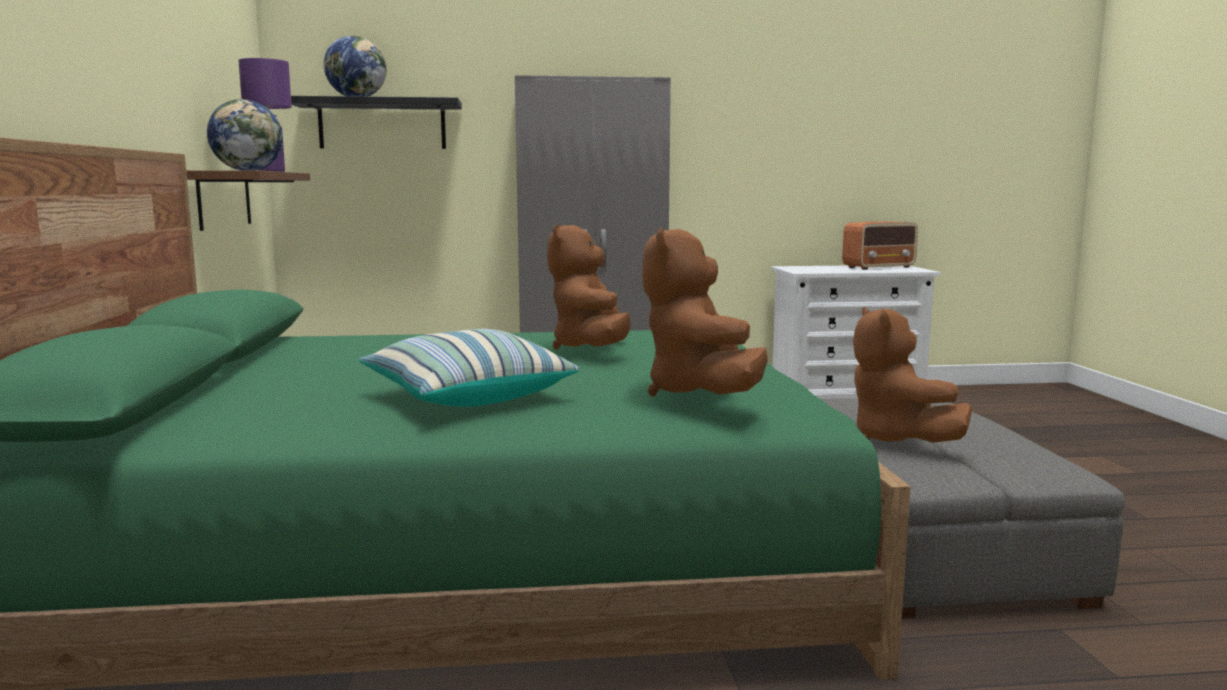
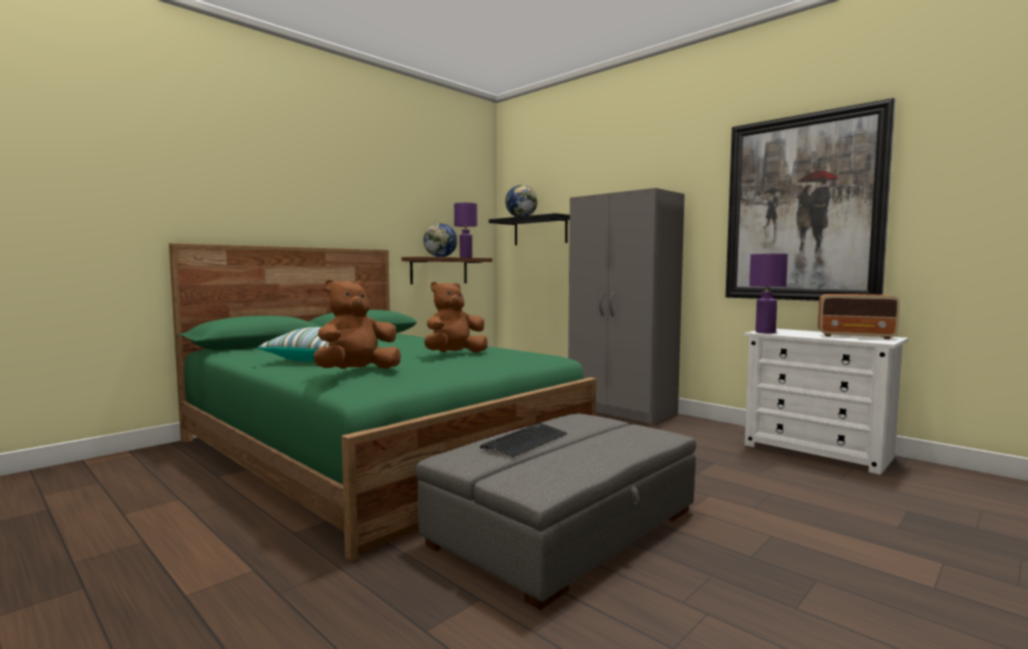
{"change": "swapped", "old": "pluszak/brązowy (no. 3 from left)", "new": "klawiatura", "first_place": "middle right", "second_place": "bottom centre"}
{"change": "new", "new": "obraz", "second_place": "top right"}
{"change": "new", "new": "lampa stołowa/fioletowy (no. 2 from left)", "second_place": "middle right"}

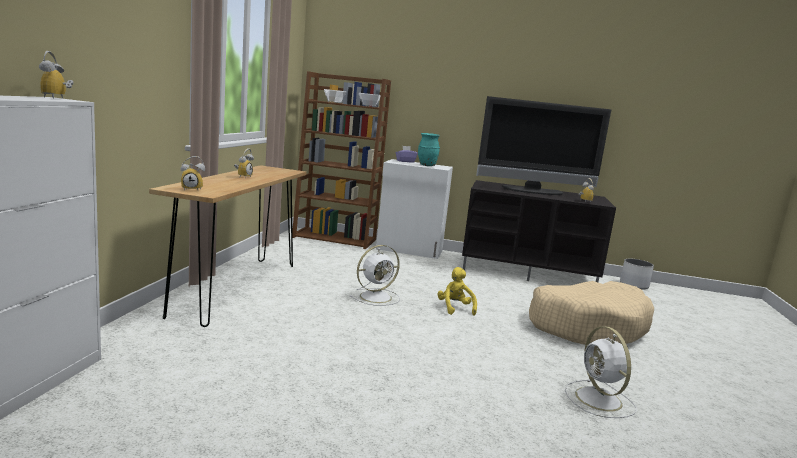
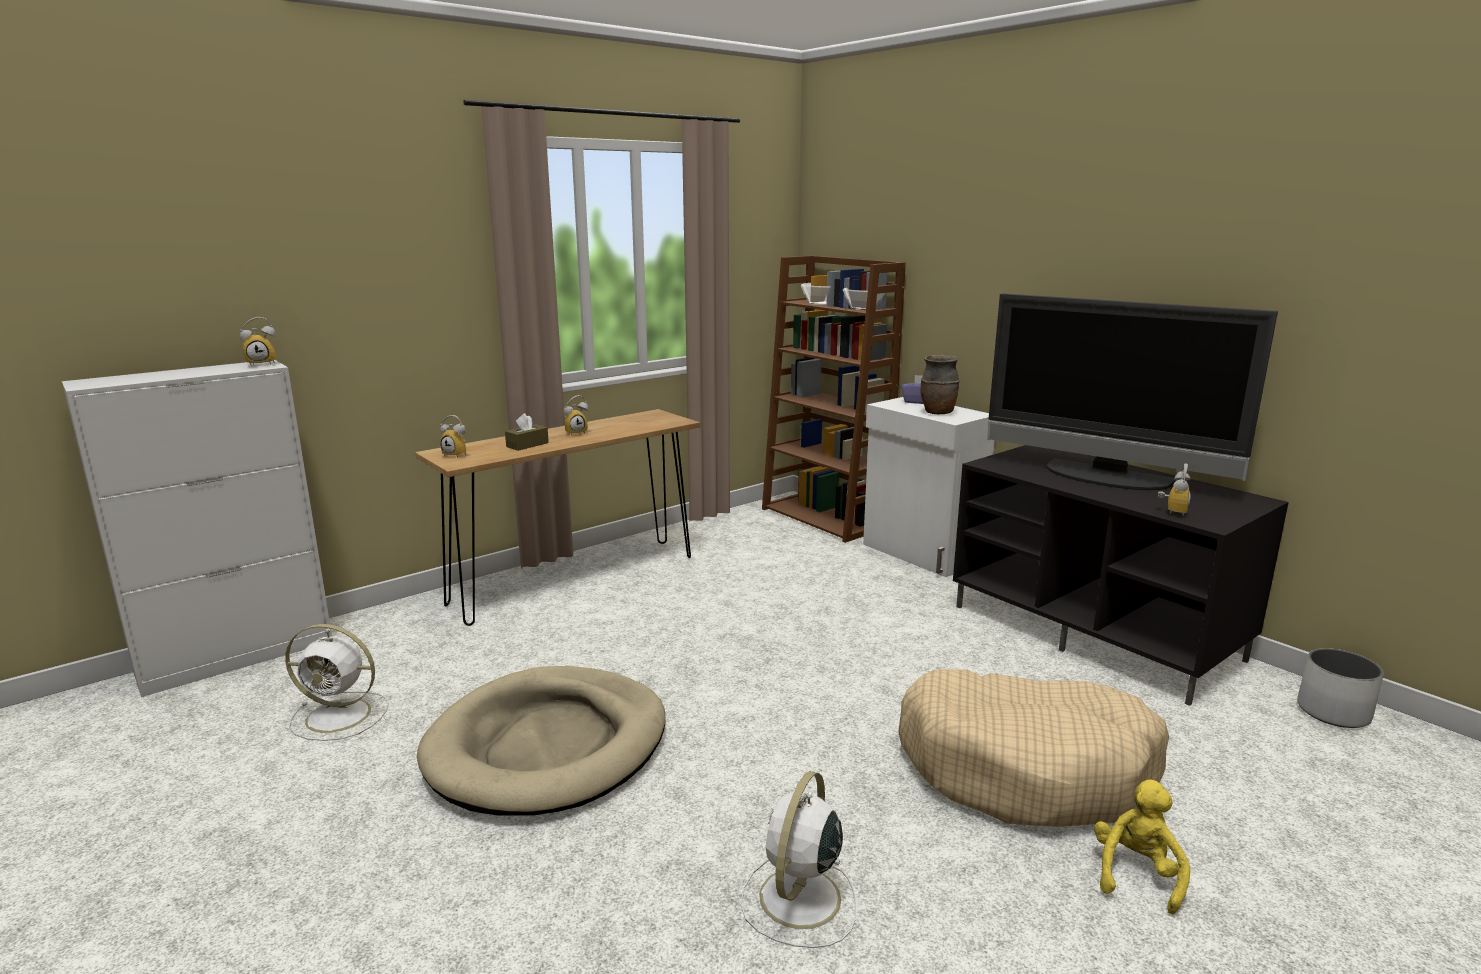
{"change": "rotated", "old": "budzik (no. 1 from left)", "first_place": "top left", "second_place": "middle left", "degrees": -150}
{"change": "repainted", "old": "wazon/turkusowy", "new": "wazon/brązowy", "first_place": "top centre", "second_place": "centre"}
{"change": "shifted", "old": "wentylator/biały (no. 1 from left)", "first_place": "centre", "second_place": "bottom left"}
{"change": "shifted", "old": "pluszak/żółty", "first_place": "centre", "second_place": "bottom right"}
{"change": "new", "new": "pudełko chusteczek/brązowy", "second_place": "centre"}
{"change": "new", "new": "legowisko/beżowy (no. 1 from left)", "second_place": "bottom centre"}

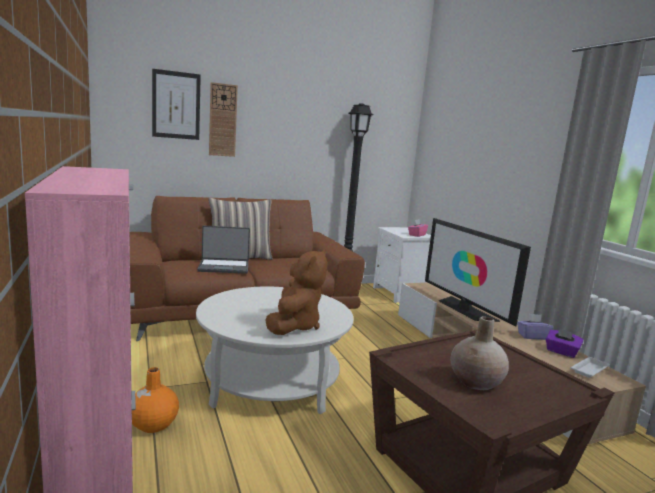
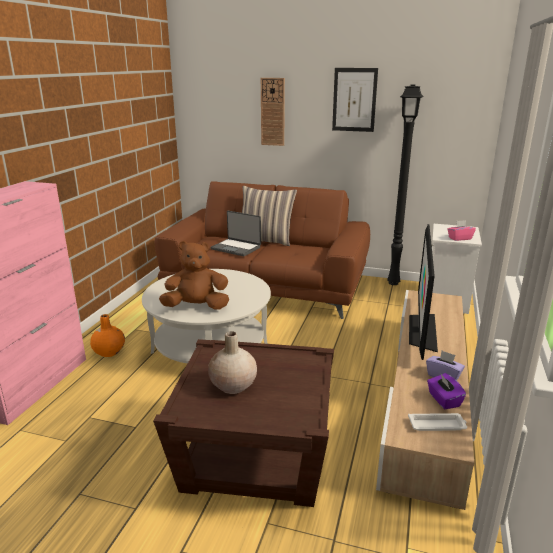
{"change": "shifted", "old": "obraz", "first_place": "top left", "second_place": "top centre"}
{"change": "rotated", "old": "pluszak/brązowy", "first_place": "centre", "second_place": "centre", "degrees": -150}

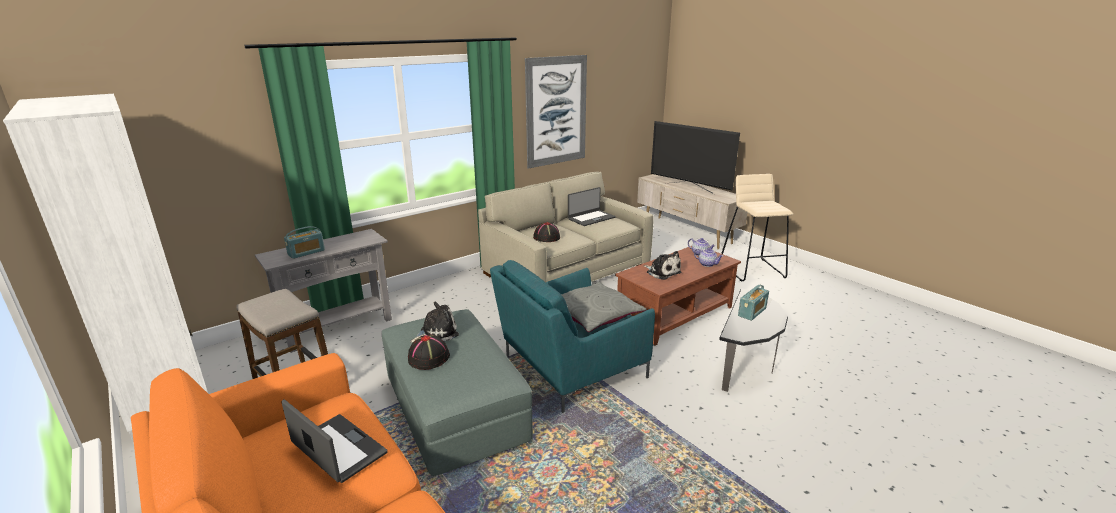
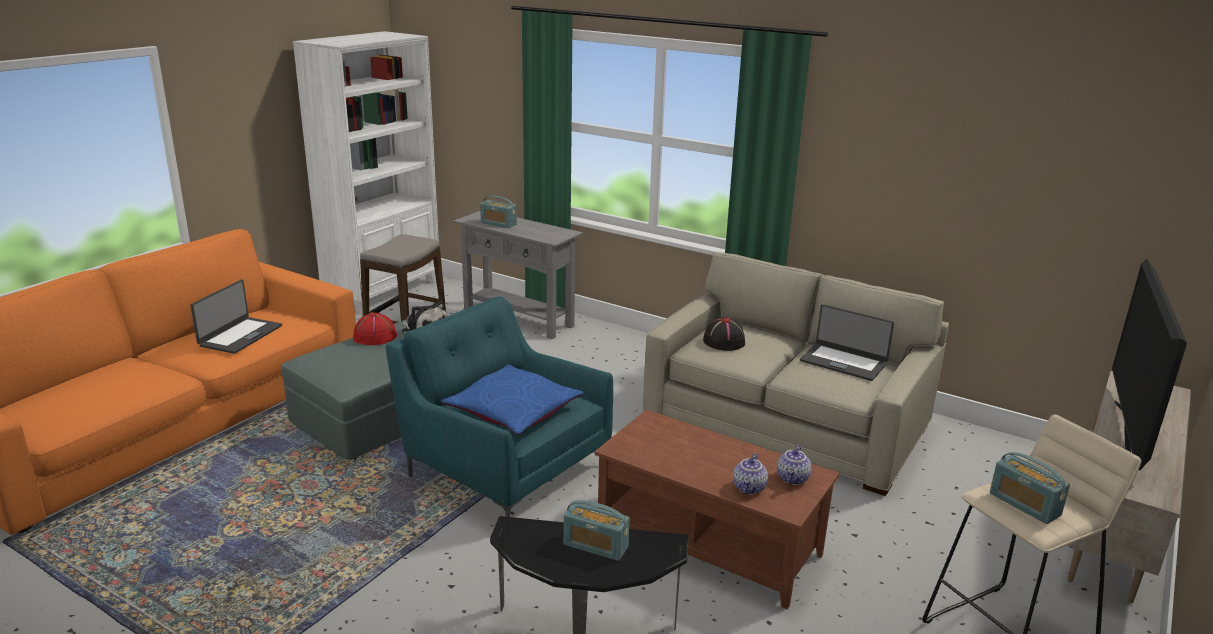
{"change": "gone", "old": "obraz", "first_place": "top centre"}
{"change": "gone", "old": "pluszak (no. 2 from left)", "first_place": "centre"}
{"change": "repainted", "old": "poduszka/szary", "new": "poduszka/niebieski", "first_place": "centre", "second_place": "centre"}
{"change": "repainted", "old": "kapelusz/czarny (no. 1 from left)", "new": "kapelusz/czerwony", "first_place": "bottom centre", "second_place": "middle left"}
{"change": "new", "new": "radio (no. 3 from left)", "second_place": "bottom right"}

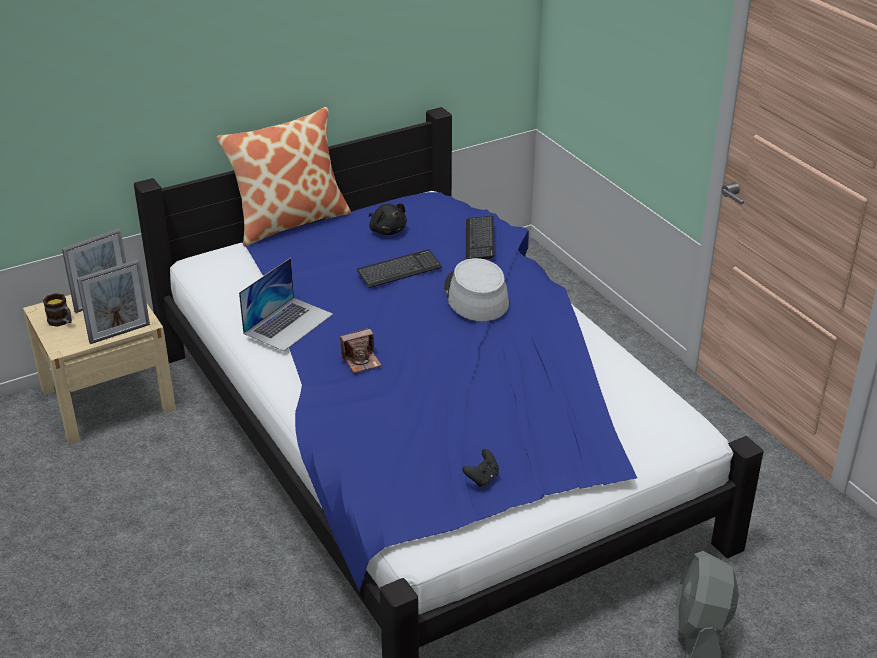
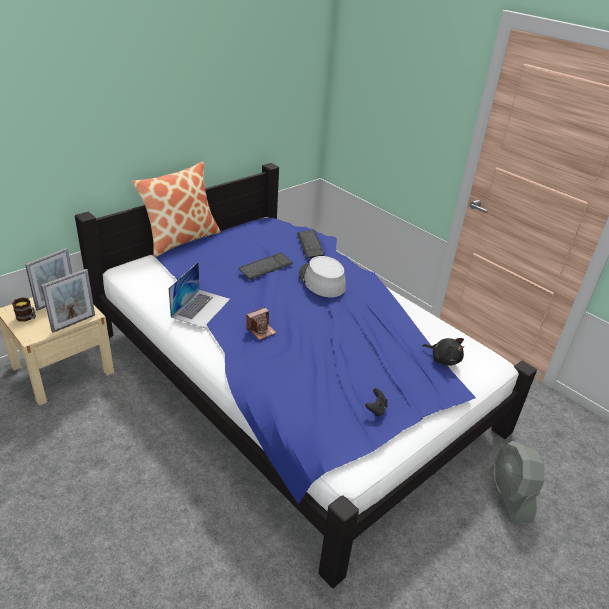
{"change": "shifted", "old": "pluszak/czarny", "first_place": "top centre", "second_place": "middle right"}

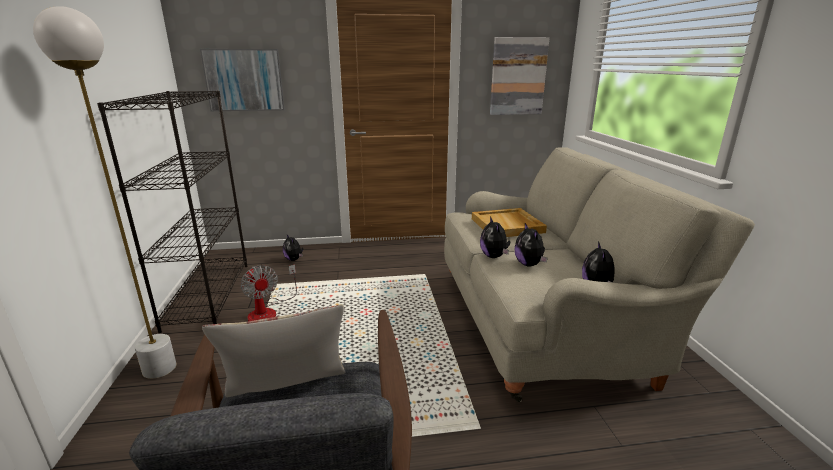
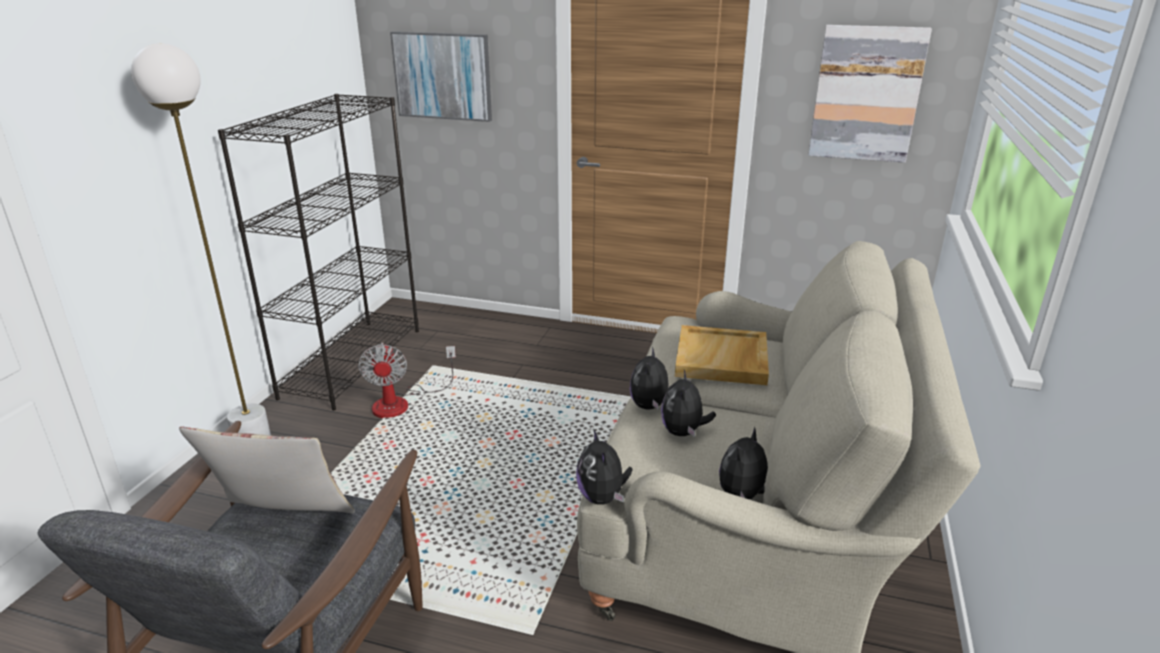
{"change": "shifted", "old": "pluszak (no. 1 from left)", "first_place": "centre", "second_place": "bottom centre"}

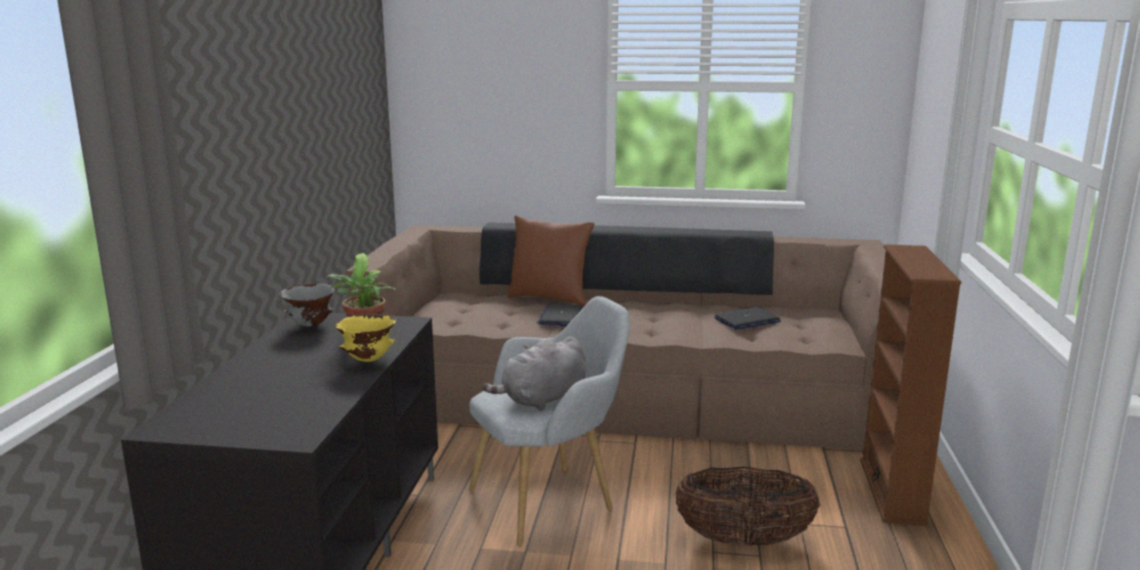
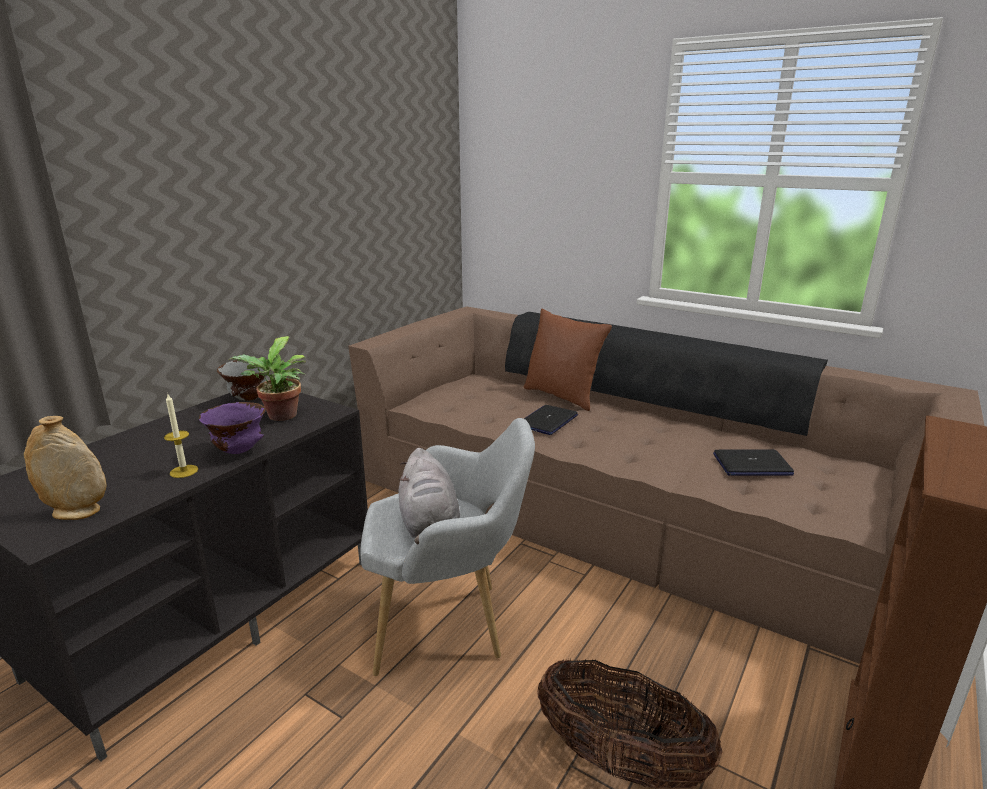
{"change": "repainted", "old": "miska/żółty", "new": "miska/fioletowy", "first_place": "middle left", "second_place": "middle left"}
{"change": "rotated", "old": "pluszak/szary", "first_place": "centre", "second_place": "centre", "degrees": -90}
{"change": "new", "new": "świeca", "second_place": "middle left"}
{"change": "new", "new": "wazon/beżowy", "second_place": "middle left"}

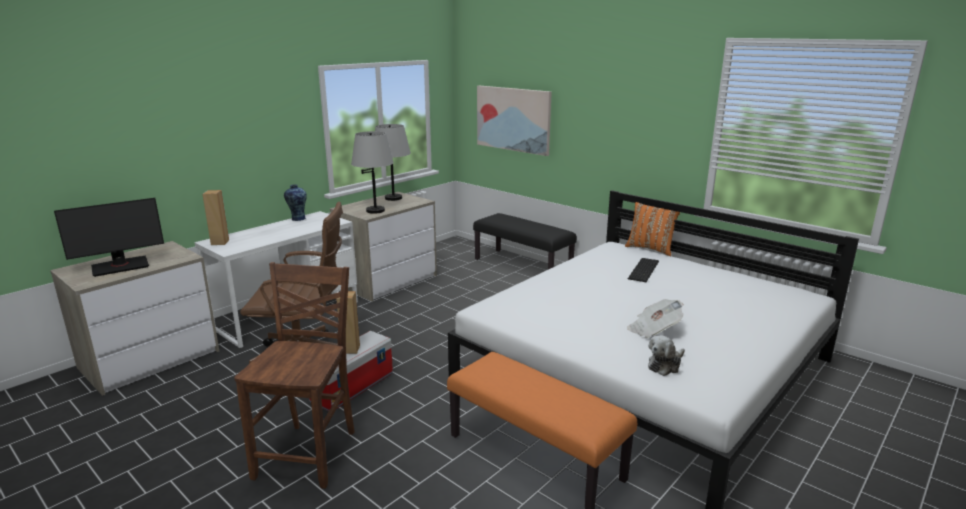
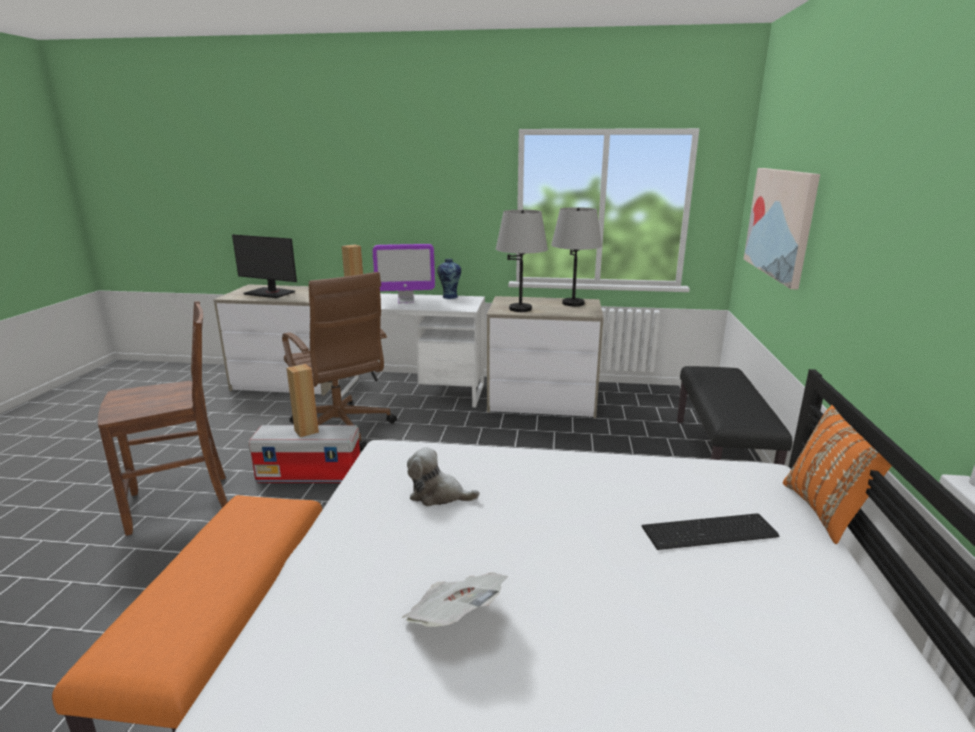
{"change": "shifted", "old": "pluszak", "first_place": "bottom right", "second_place": "centre"}
{"change": "new", "new": "monitor (no. 2 from left)", "second_place": "centre"}

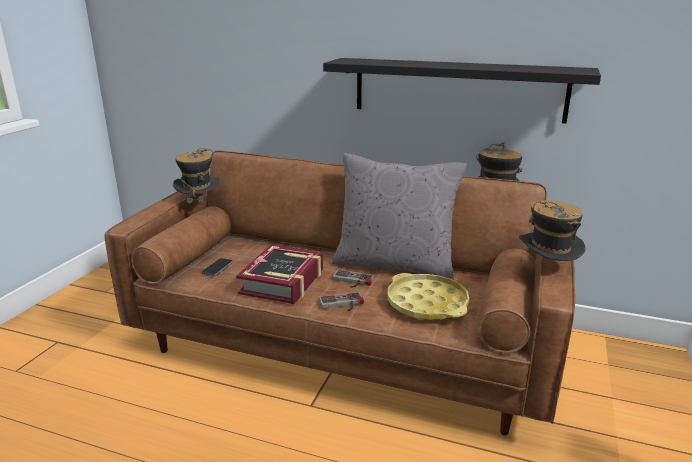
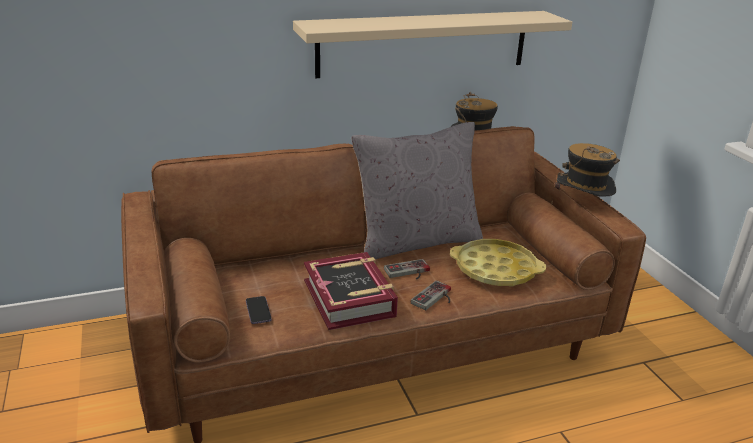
{"change": "repainted", "old": "półka/czarny", "new": "półka/beżowy", "first_place": "top right", "second_place": "top centre"}
{"change": "gone", "old": "kapelusz (no. 1 from left)", "first_place": "middle left"}

